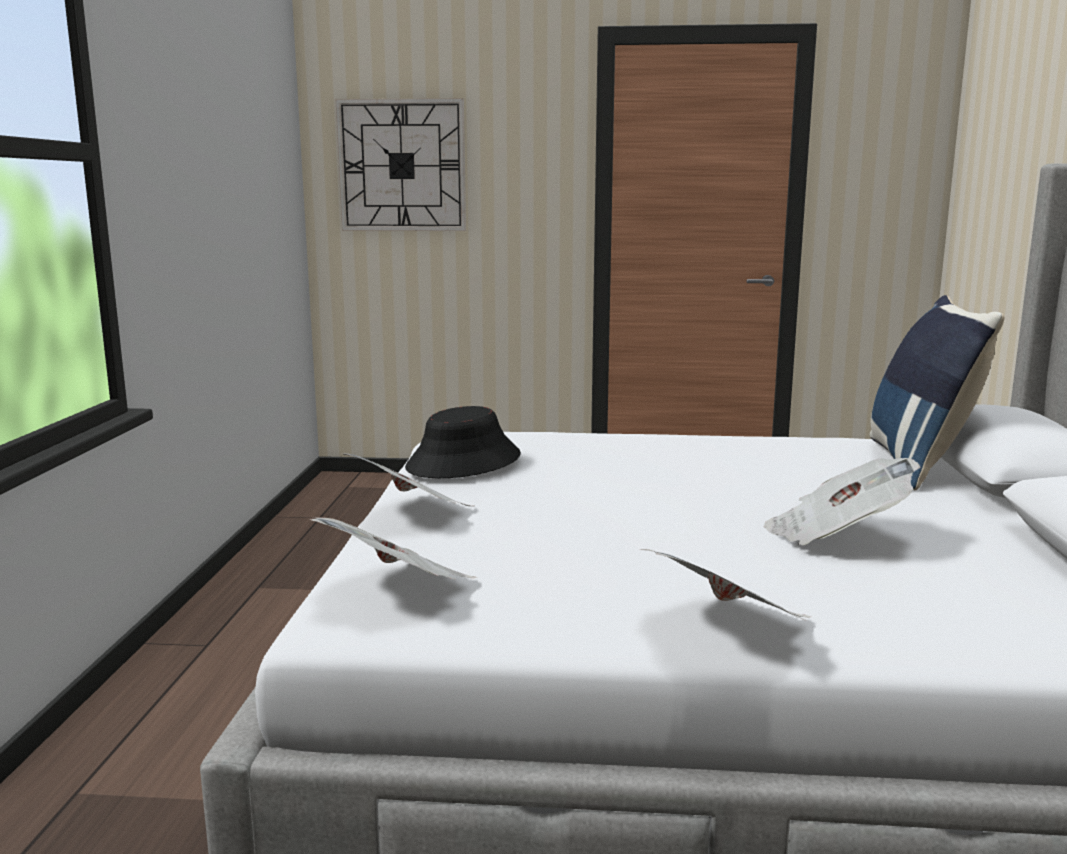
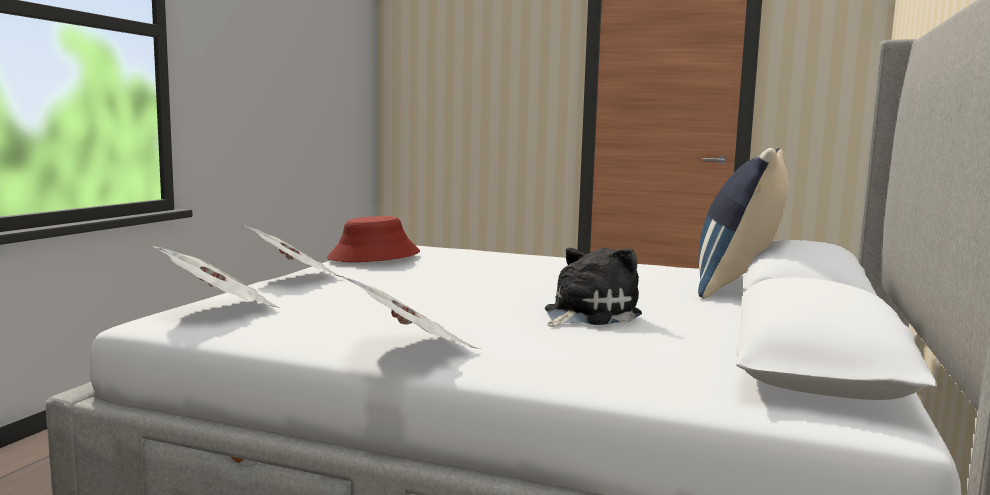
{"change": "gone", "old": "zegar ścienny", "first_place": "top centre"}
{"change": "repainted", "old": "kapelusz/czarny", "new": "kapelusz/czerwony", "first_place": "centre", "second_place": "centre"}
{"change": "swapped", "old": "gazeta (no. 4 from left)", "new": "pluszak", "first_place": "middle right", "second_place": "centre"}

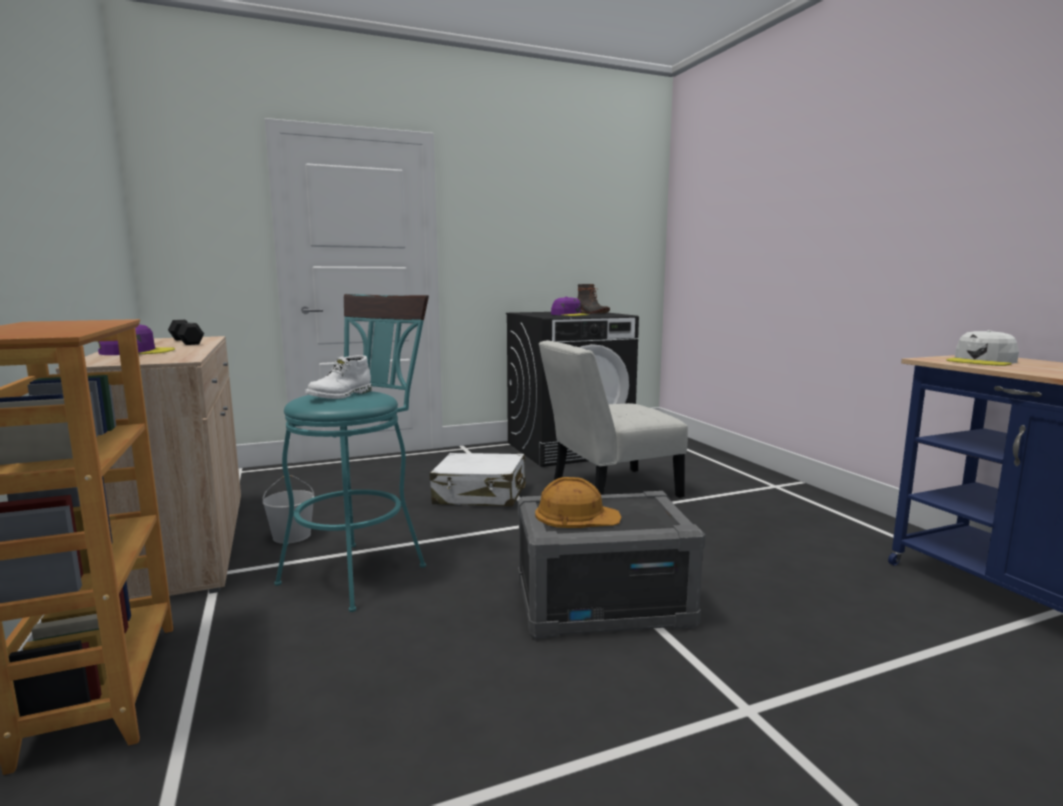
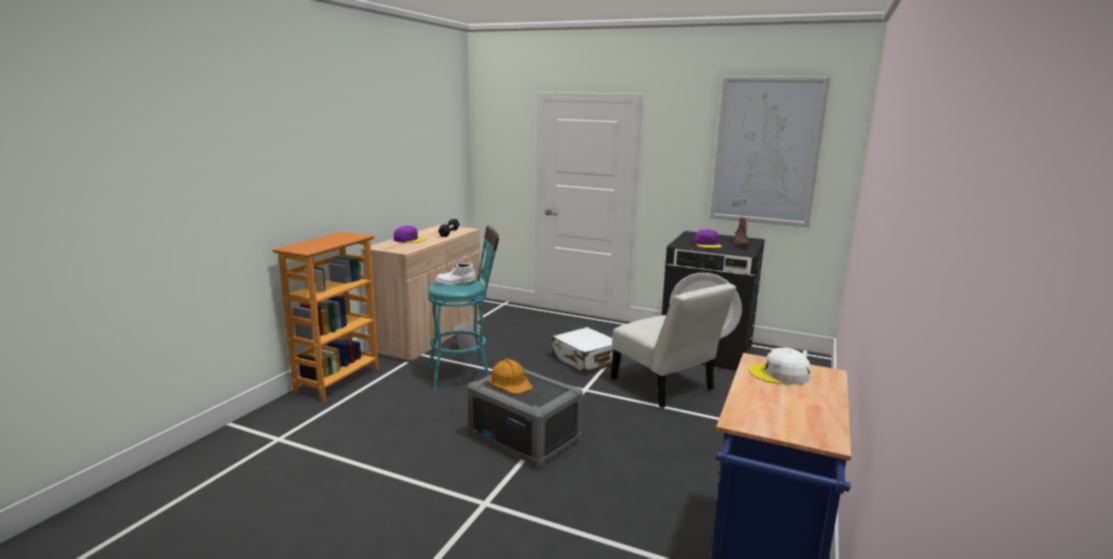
{"change": "rotated", "old": "krzesło/biały", "first_place": "centre", "second_place": "centre", "degrees": -150}
{"change": "new", "new": "obraz", "second_place": "top right"}

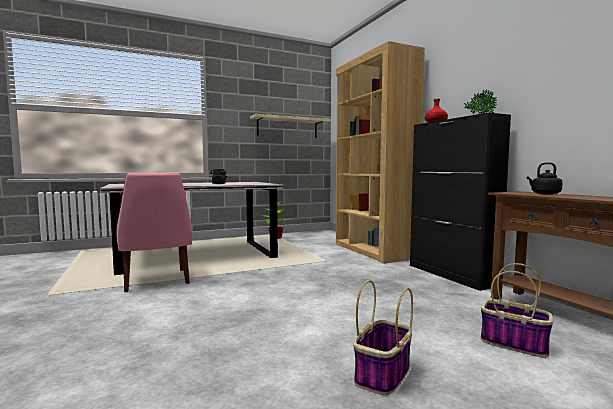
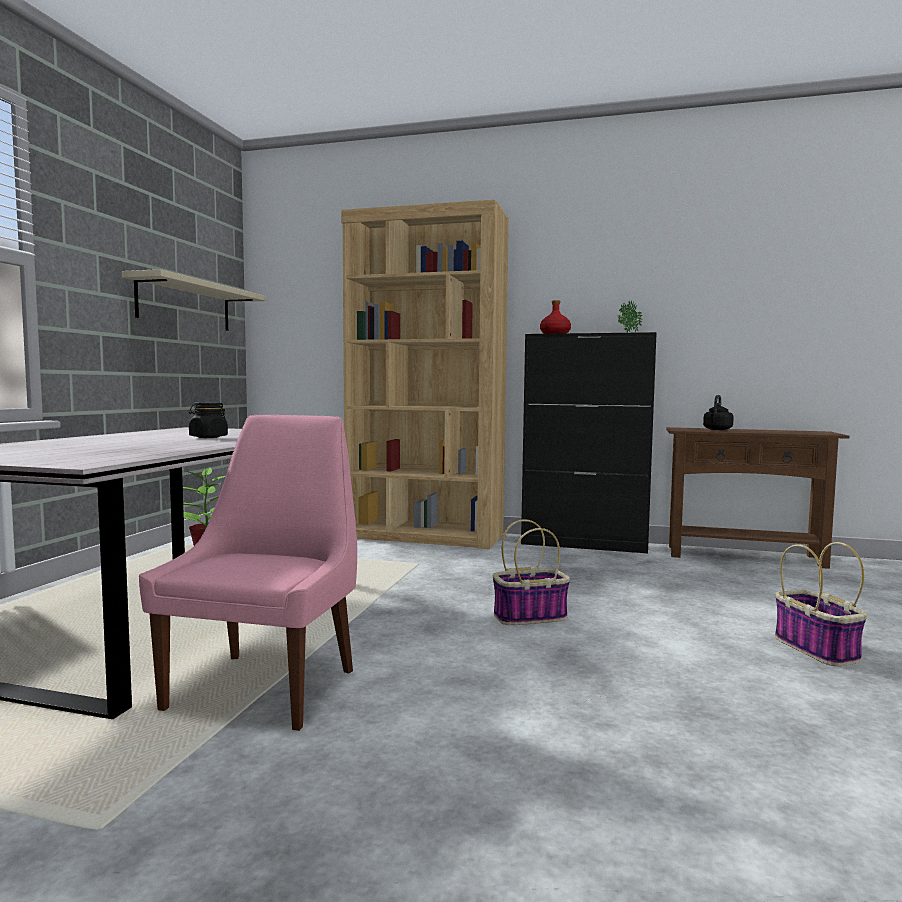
{"change": "rotated", "old": "krzesło/różowy", "first_place": "middle left", "second_place": "middle left", "degrees": -90}
{"change": "shifted", "old": "koszyk (no. 2 from left in the first image)", "new": "koszyk (no. 1 from left)", "first_place": "bottom right", "second_place": "centre"}

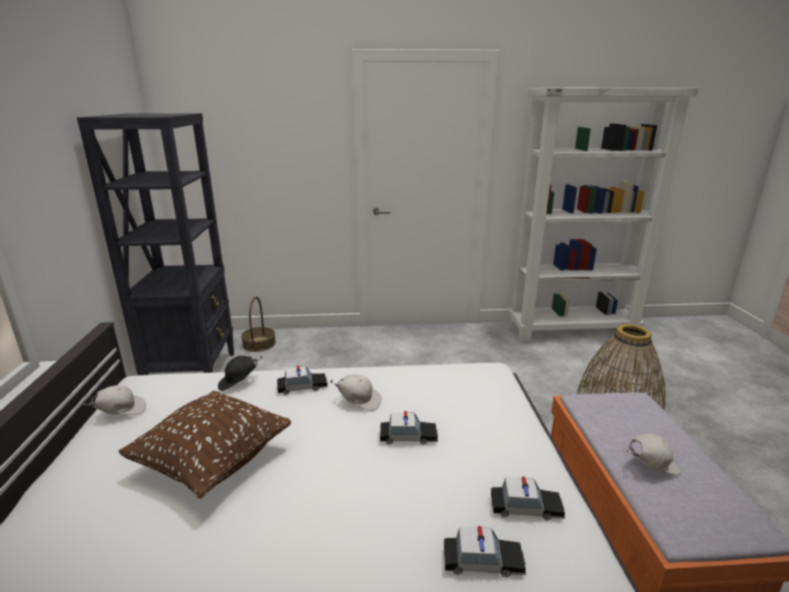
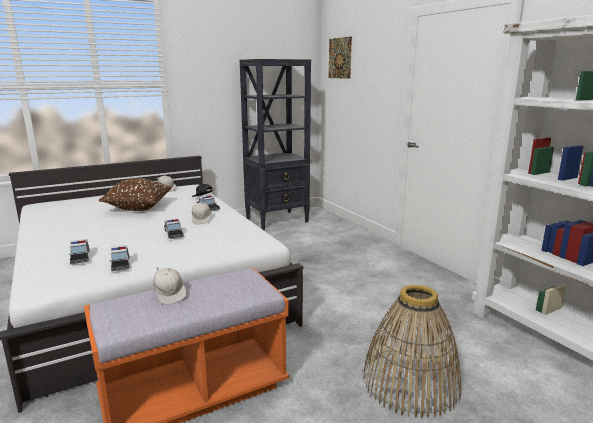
{"change": "gone", "old": "koszyk (no. 1 from left)", "first_place": "middle left"}
{"change": "new", "new": "obraz", "second_place": "top centre"}

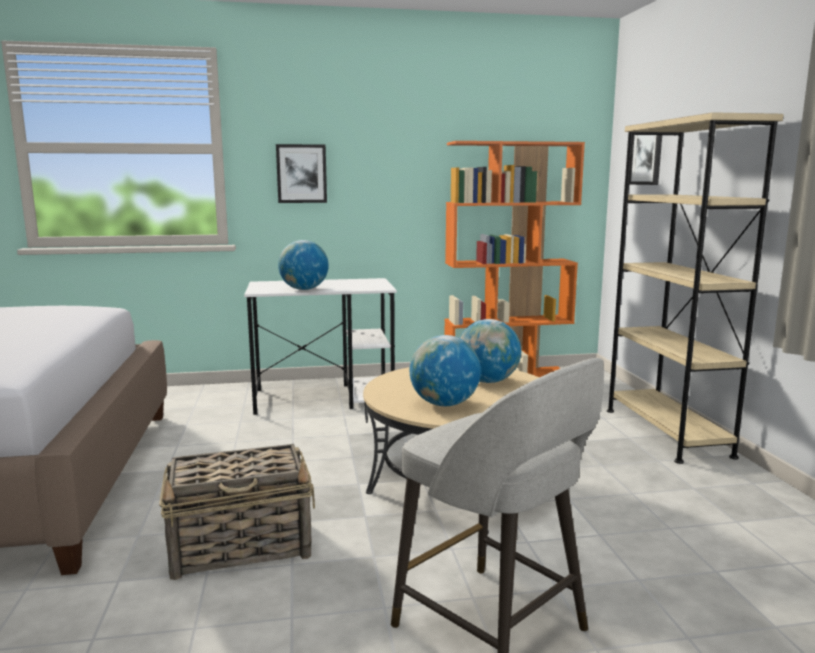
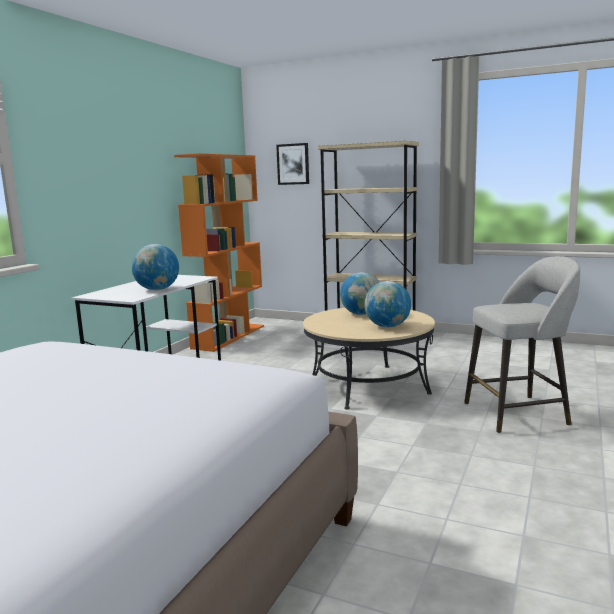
{"change": "gone", "old": "obraz (no. 1 from left)", "first_place": "top centre"}
{"change": "gone", "old": "koszyk", "first_place": "bottom left"}

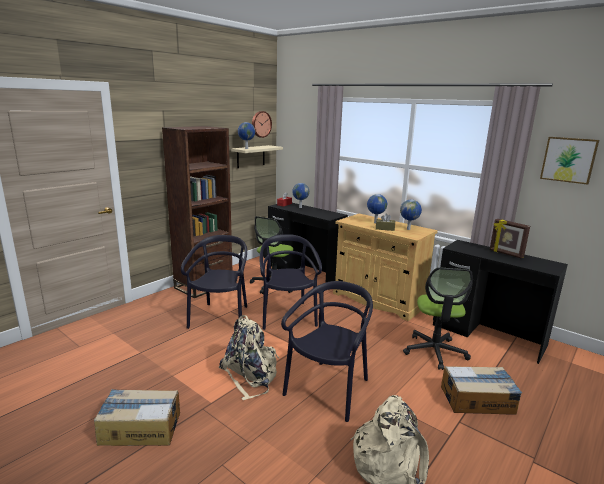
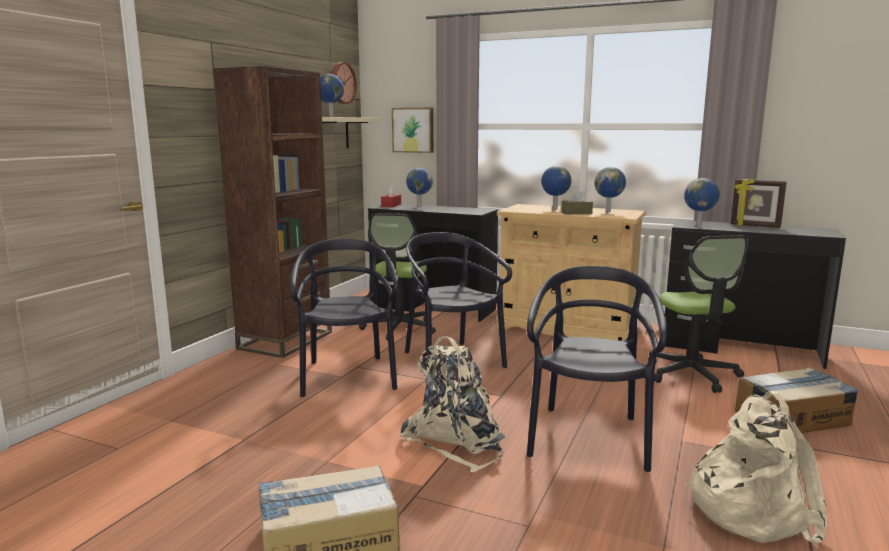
{"change": "shifted", "old": "obraz", "first_place": "top right", "second_place": "top centre"}
{"change": "new", "new": "globus (no. 5 from left)", "second_place": "middle right"}

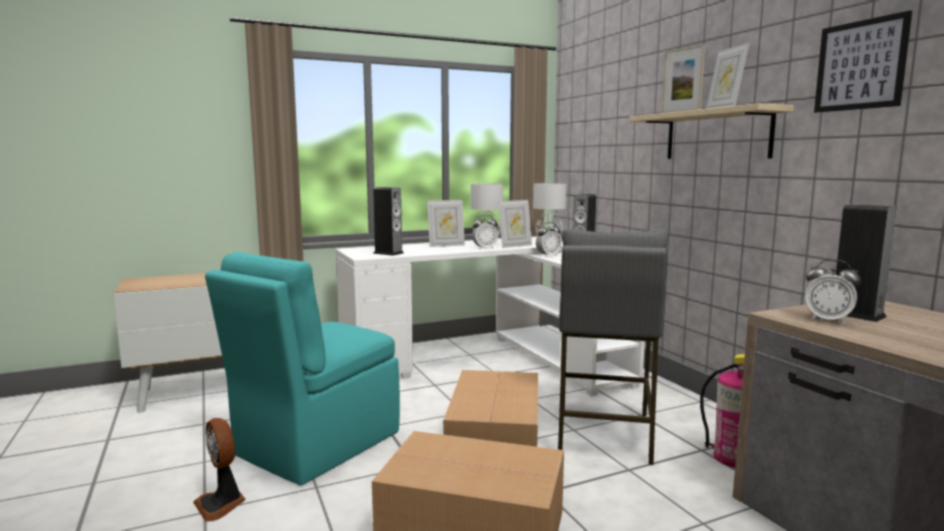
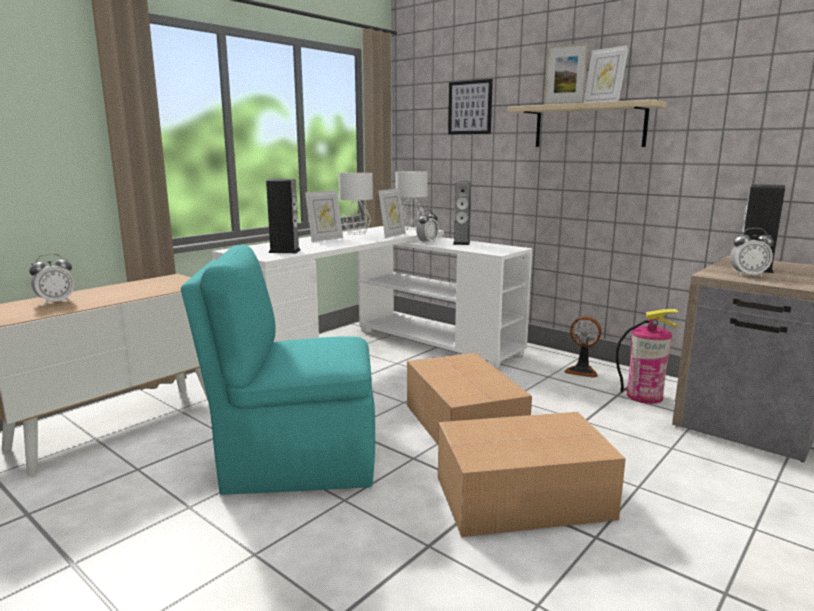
{"change": "shifted", "old": "obraz", "first_place": "top right", "second_place": "top centre"}
{"change": "shifted", "old": "budzik (no. 1 from left)", "first_place": "centre", "second_place": "middle left"}
{"change": "gone", "old": "stołek/szary", "first_place": "centre"}
{"change": "rotated", "old": "krzesło/turkusowy", "first_place": "bottom left", "second_place": "centre", "degrees": 75}
{"change": "shifted", "old": "wentylator", "first_place": "bottom left", "second_place": "middle right"}

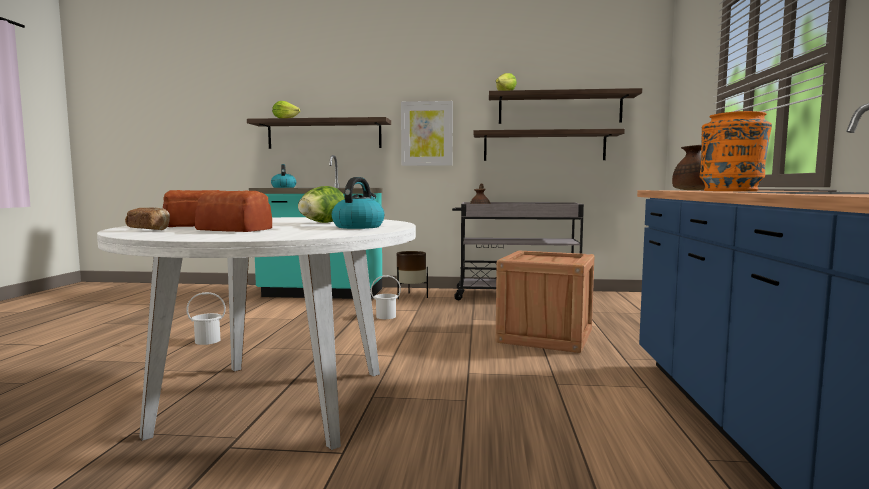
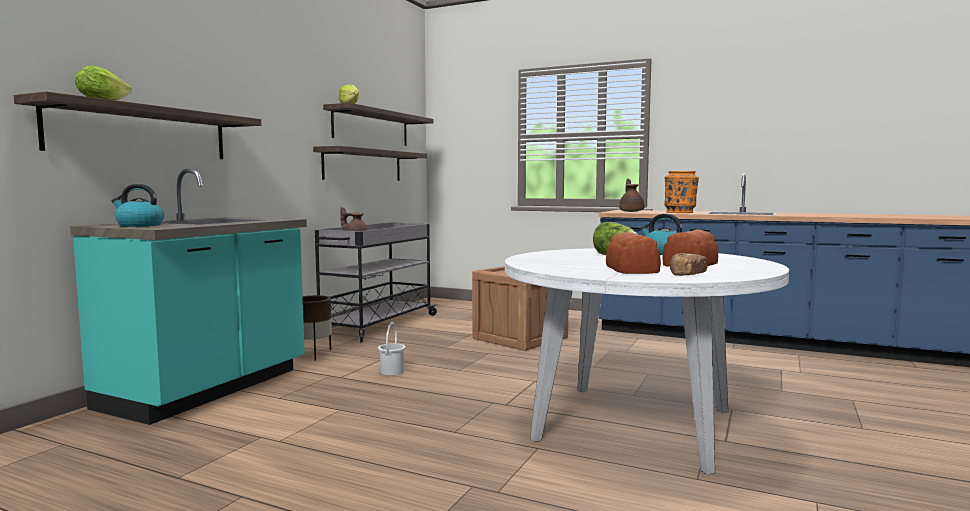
{"change": "gone", "old": "obraz", "first_place": "top centre"}
{"change": "gone", "old": "wiadro/biały (no. 1 from left)", "first_place": "middle left"}

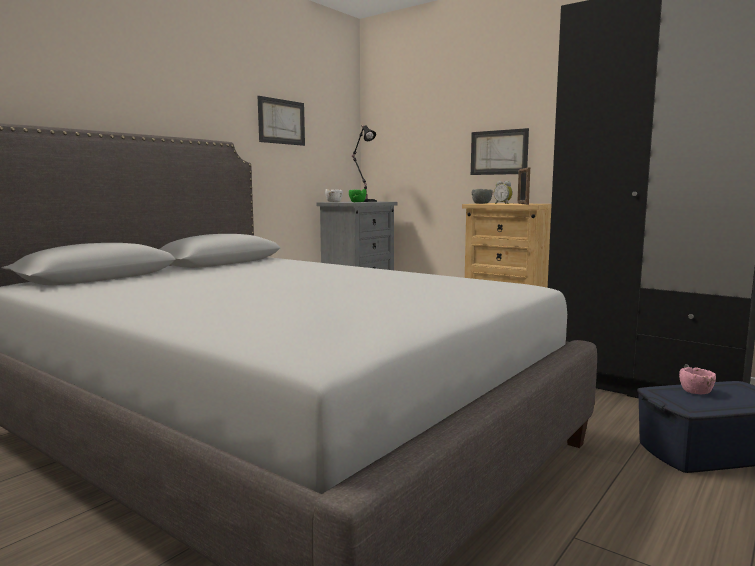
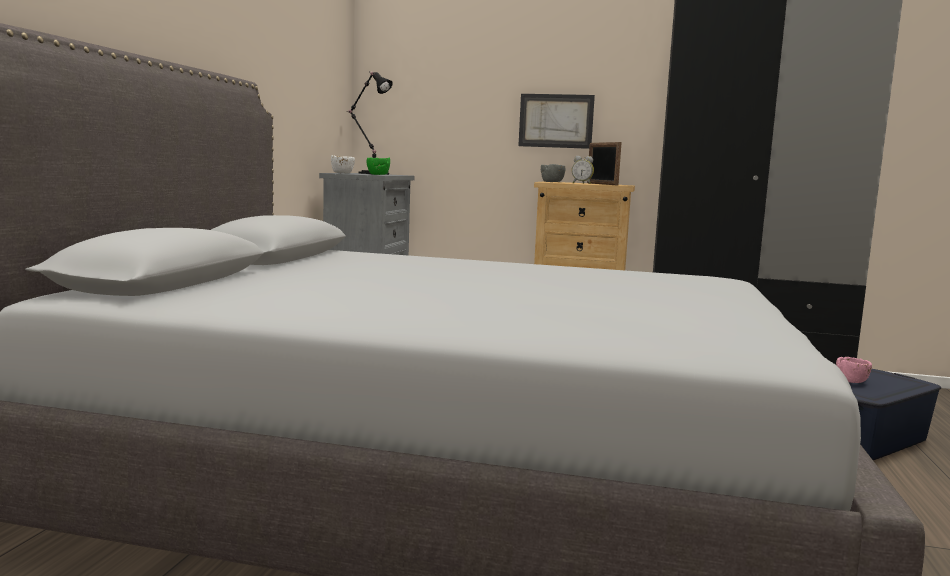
{"change": "gone", "old": "obraz (no. 1 from left)", "first_place": "top centre"}

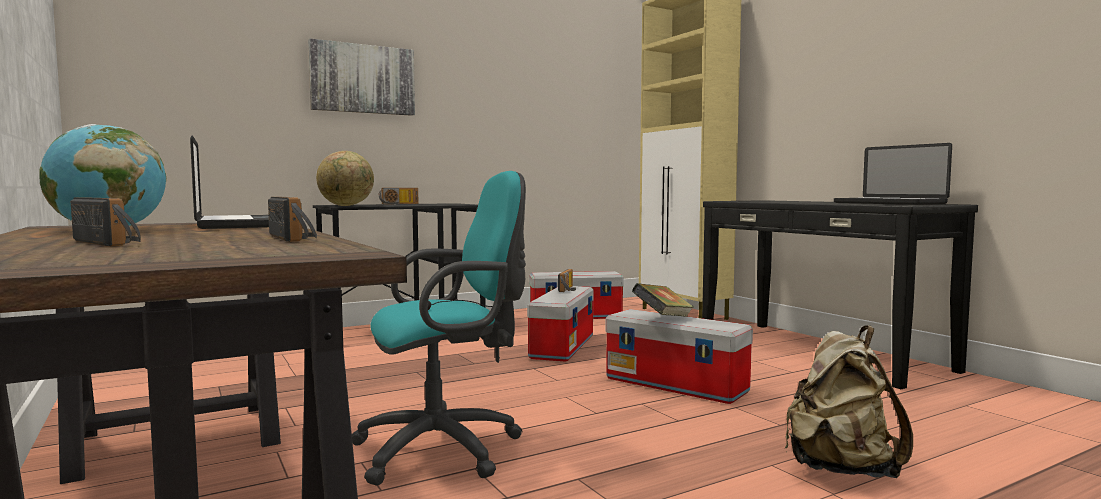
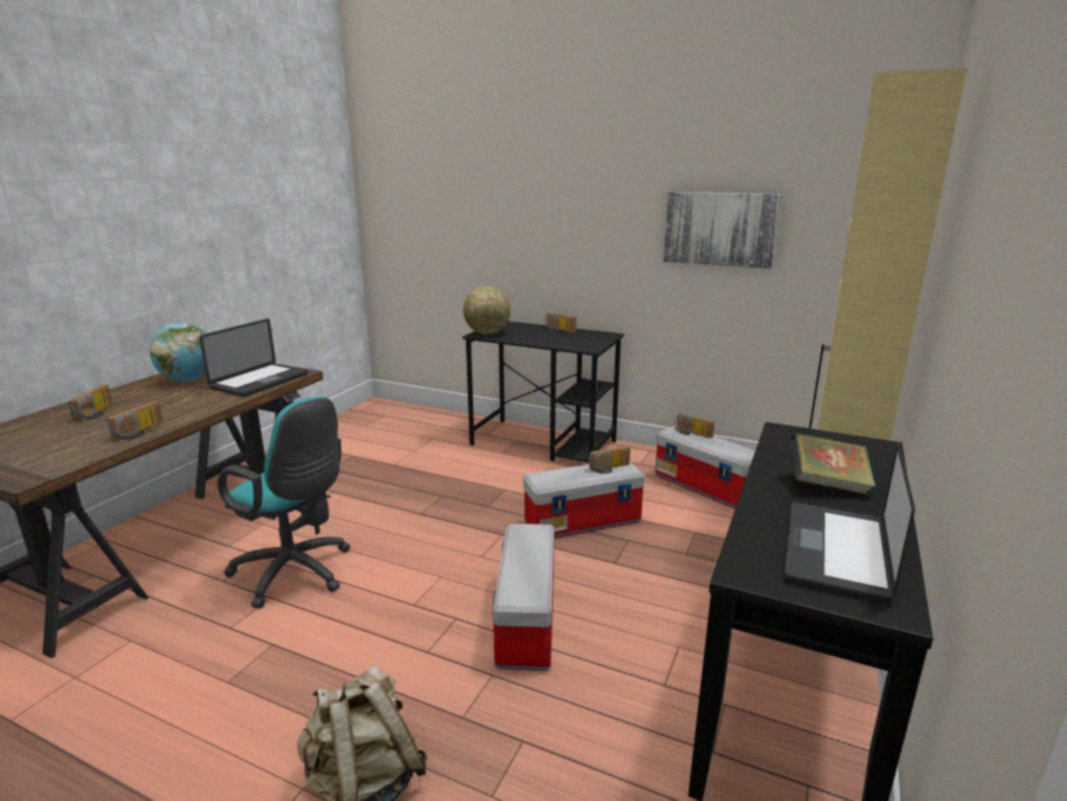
{"change": "shifted", "old": "obraz", "first_place": "top left", "second_place": "top right"}
{"change": "shifted", "old": "książka", "first_place": "centre", "second_place": "middle right"}
{"change": "new", "new": "radio (no. 5 from left)", "second_place": "centre"}

